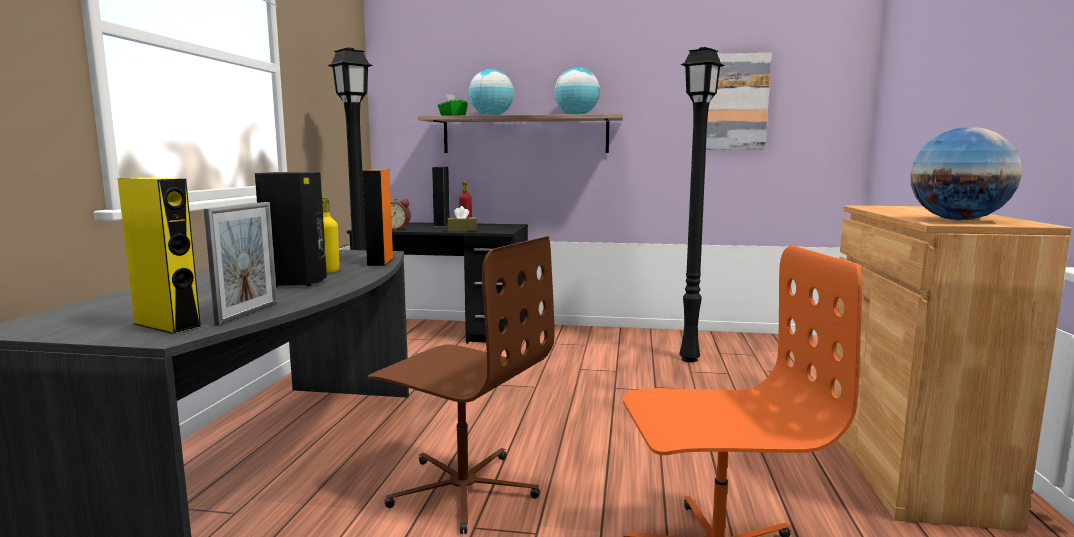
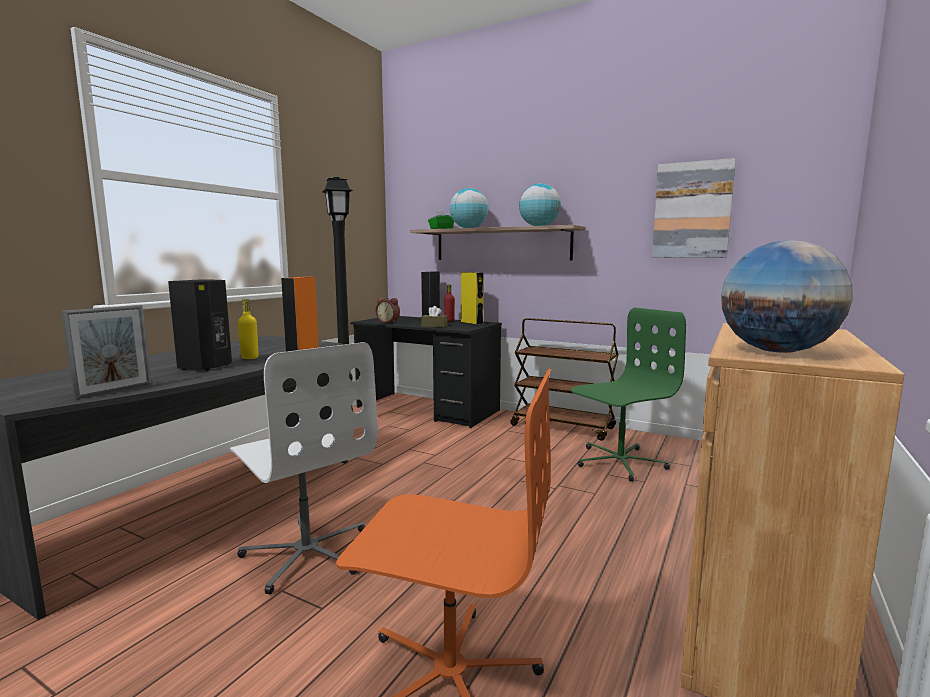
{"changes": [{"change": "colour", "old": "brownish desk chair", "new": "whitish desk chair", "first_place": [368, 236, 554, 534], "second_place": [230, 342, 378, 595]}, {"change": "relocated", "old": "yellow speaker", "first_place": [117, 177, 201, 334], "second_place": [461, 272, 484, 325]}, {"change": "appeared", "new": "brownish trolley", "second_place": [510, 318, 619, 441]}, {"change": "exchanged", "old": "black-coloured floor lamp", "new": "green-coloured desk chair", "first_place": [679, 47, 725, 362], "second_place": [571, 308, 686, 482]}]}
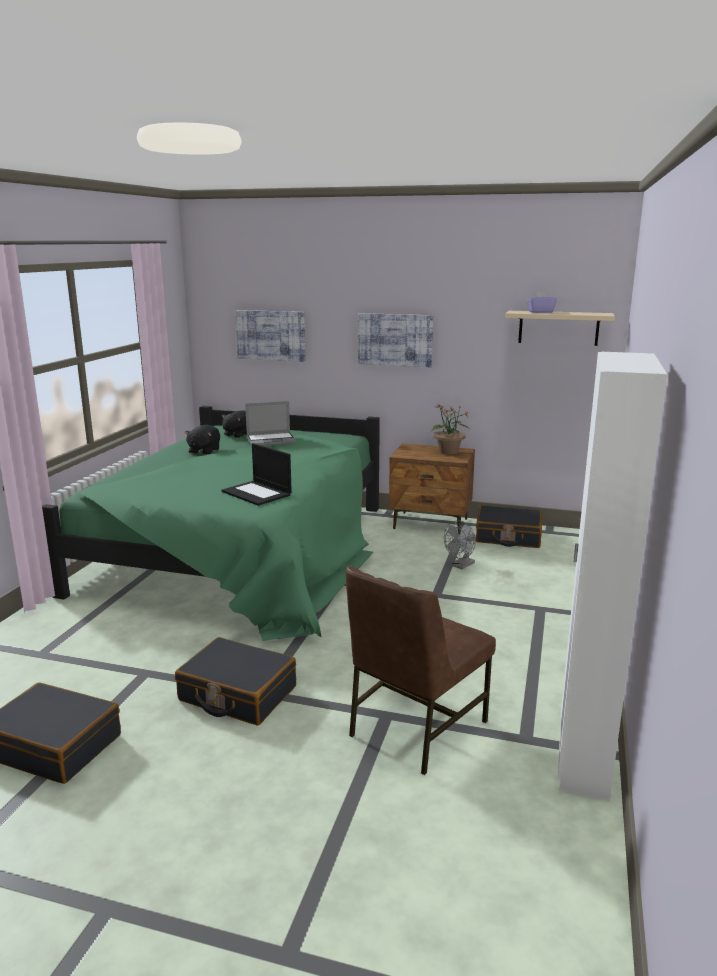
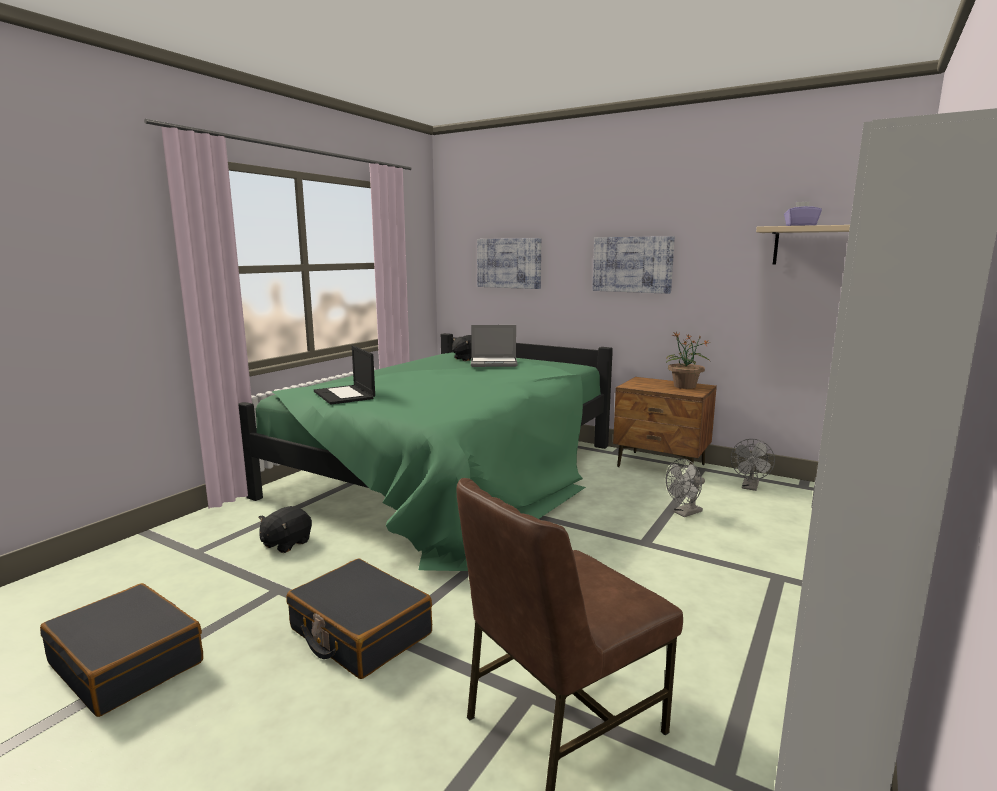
{"changes": [{"change": "relocated", "old": "black-coloured cuddly toy", "first_place": [185, 425, 220, 455], "second_place": [259, 506, 312, 553]}, {"change": "relocated", "old": "portable computer", "first_place": [221, 443, 292, 506], "second_place": [314, 346, 375, 405]}, {"change": "exchanged", "old": "black-coloured suitcase", "new": "gray electric fan", "first_place": [476, 505, 542, 548], "second_place": [731, 439, 775, 491]}]}
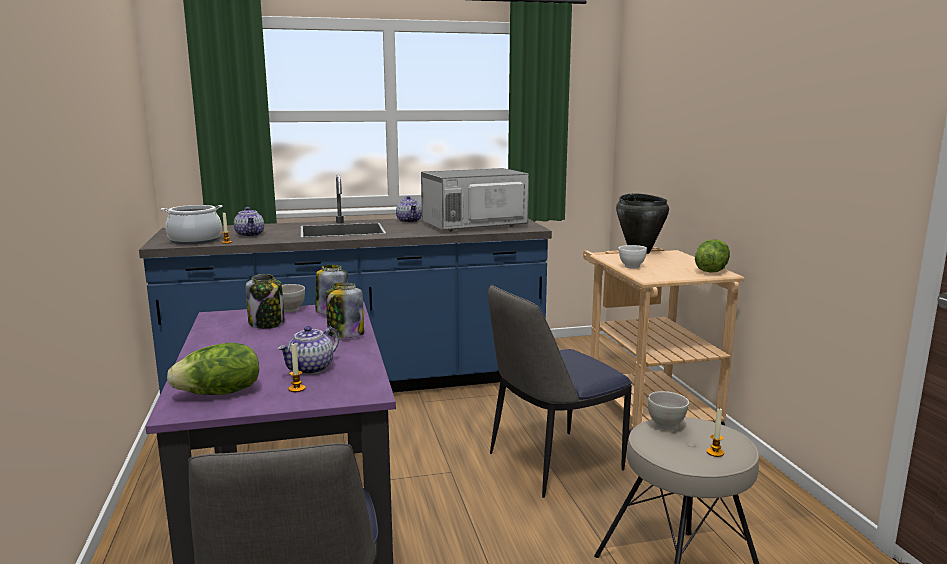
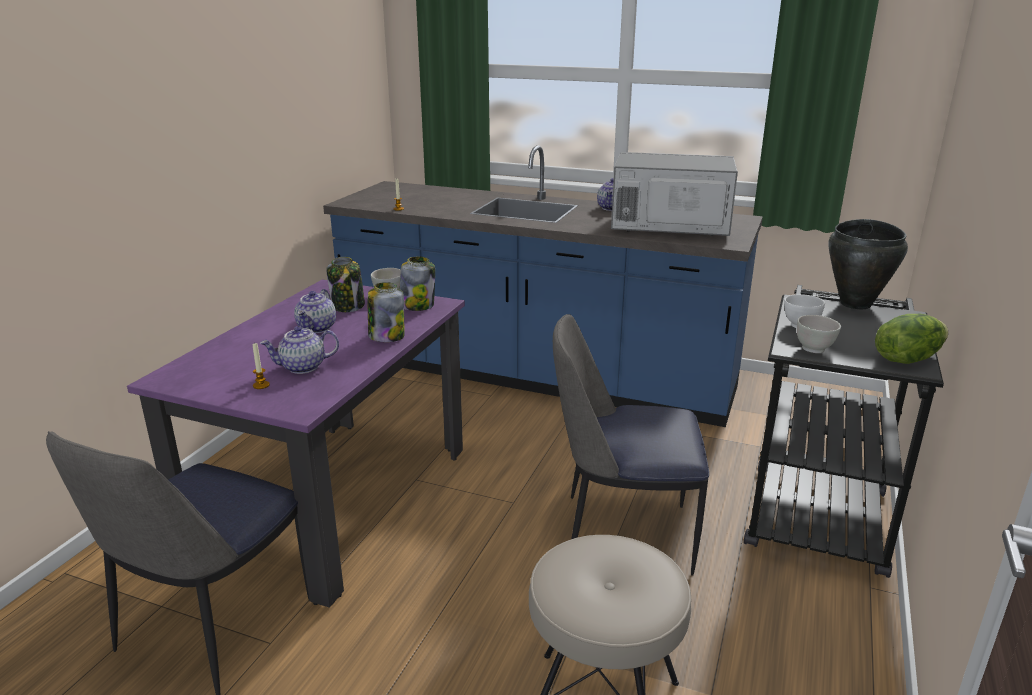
{"changes": [{"change": "relocated", "old": "pot for tea", "first_place": [234, 207, 264, 237], "second_place": [294, 289, 336, 333]}, {"change": "colour", "old": "sand-coloured trolley", "new": "black-coloured trolley", "first_place": [583, 247, 745, 438], "second_place": [744, 285, 944, 578]}, {"change": "relocated", "old": "whitish bowl", "first_place": [648, 391, 689, 430], "second_place": [797, 315, 841, 353]}, {"change": "missing", "old": "stockpot", "first_place": [161, 205, 223, 245]}, {"change": "missing", "old": "lettuce head", "first_place": [167, 343, 259, 395]}, {"change": "missing", "old": "candle", "first_place": [707, 407, 724, 457]}]}
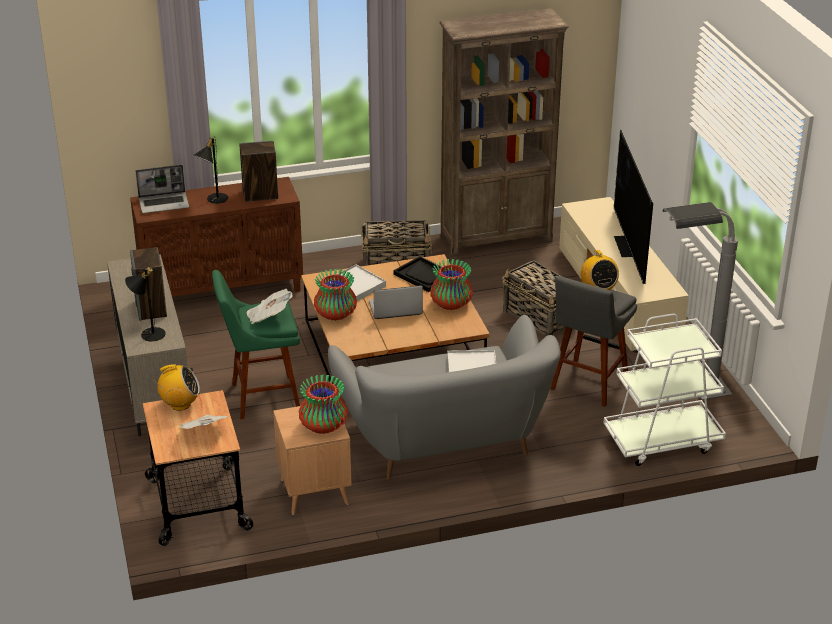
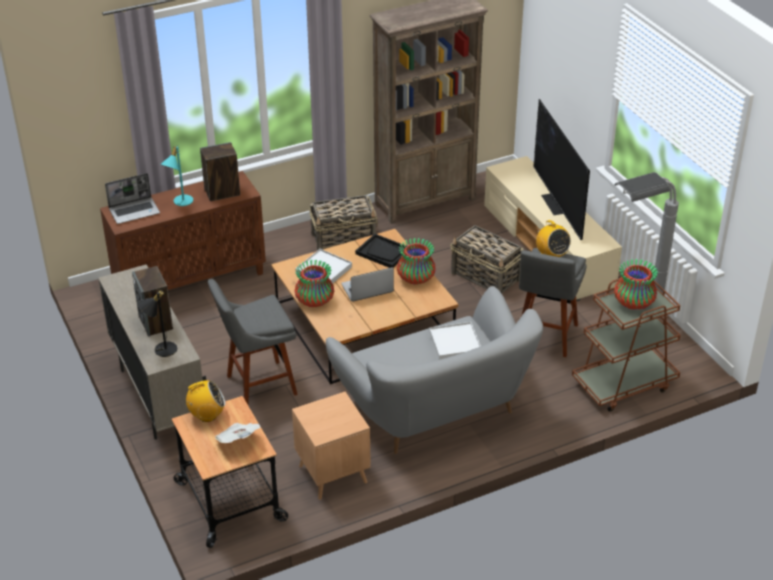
{"changes": [{"change": "colour", "old": "black-coloured tabletop lamp", "new": "turquoise-coloured tabletop lamp", "first_place": [194, 136, 228, 204], "second_place": [160, 145, 193, 206]}, {"change": "colour", "old": "green-coloured sitting stool", "new": "gray sitting stool", "first_place": [212, 270, 300, 419], "second_place": [208, 279, 298, 404]}, {"change": "colour", "old": "whitish trolley", "new": "brownish trolley", "first_place": [604, 314, 726, 466], "second_place": [572, 275, 681, 412]}, {"change": "relocated", "old": "flower vase", "first_place": [299, 374, 348, 434], "second_place": [614, 259, 658, 310]}, {"change": "missing", "old": "daily paper", "first_place": [247, 289, 292, 324]}]}
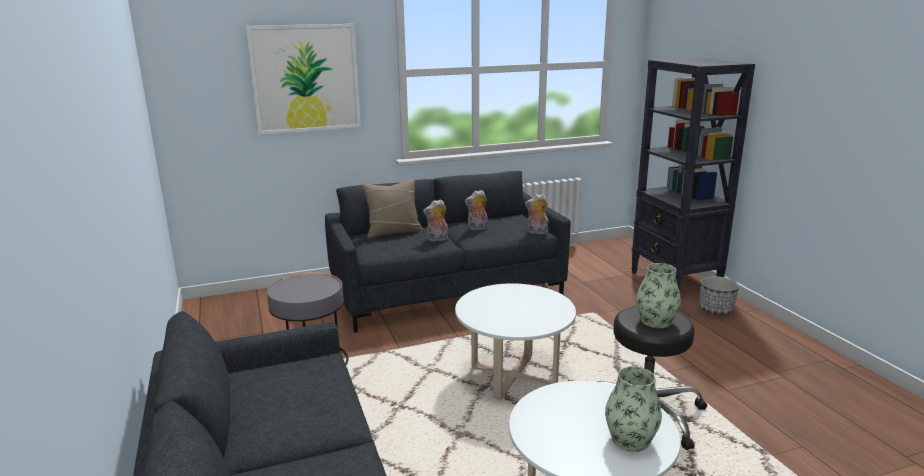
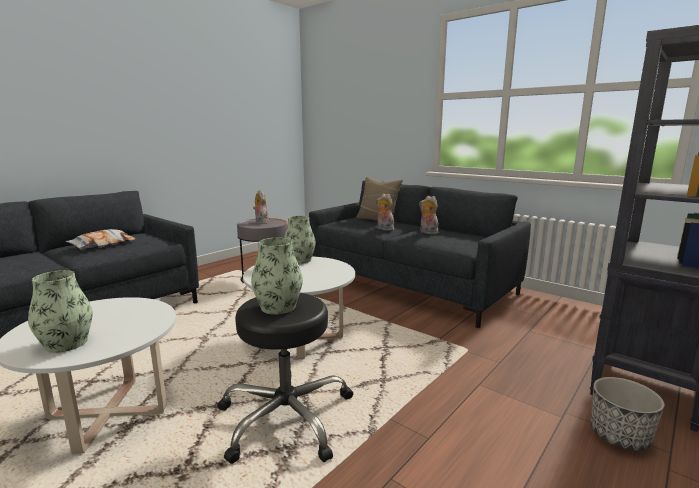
{"changes": [{"change": "appeared", "new": "throw pillow", "second_place": [66, 229, 136, 250]}, {"change": "relocated", "old": "cuddly toy", "first_place": [525, 194, 548, 234], "second_place": [253, 190, 269, 224]}, {"change": "appeared", "new": "flower vase", "second_place": [284, 216, 316, 264]}, {"change": "missing", "old": "picture", "first_place": [246, 24, 361, 134]}]}
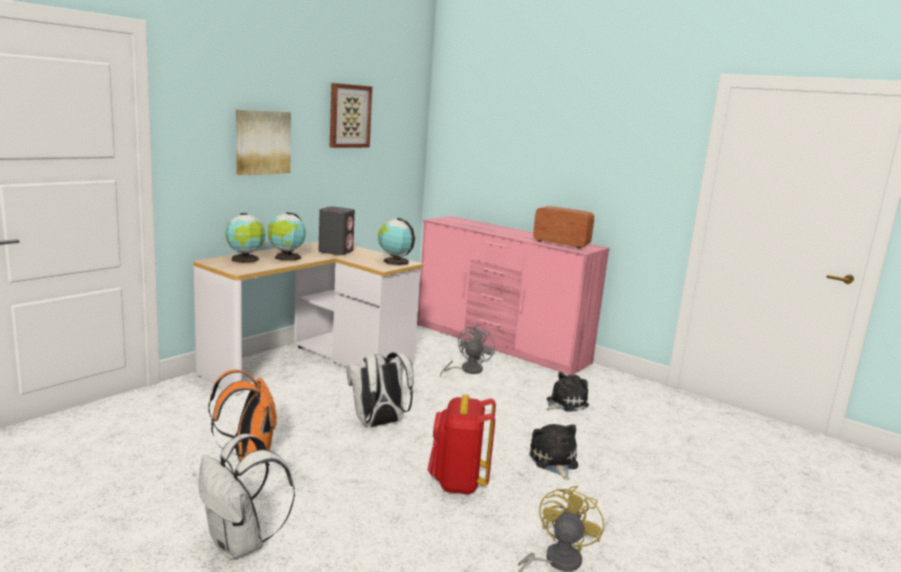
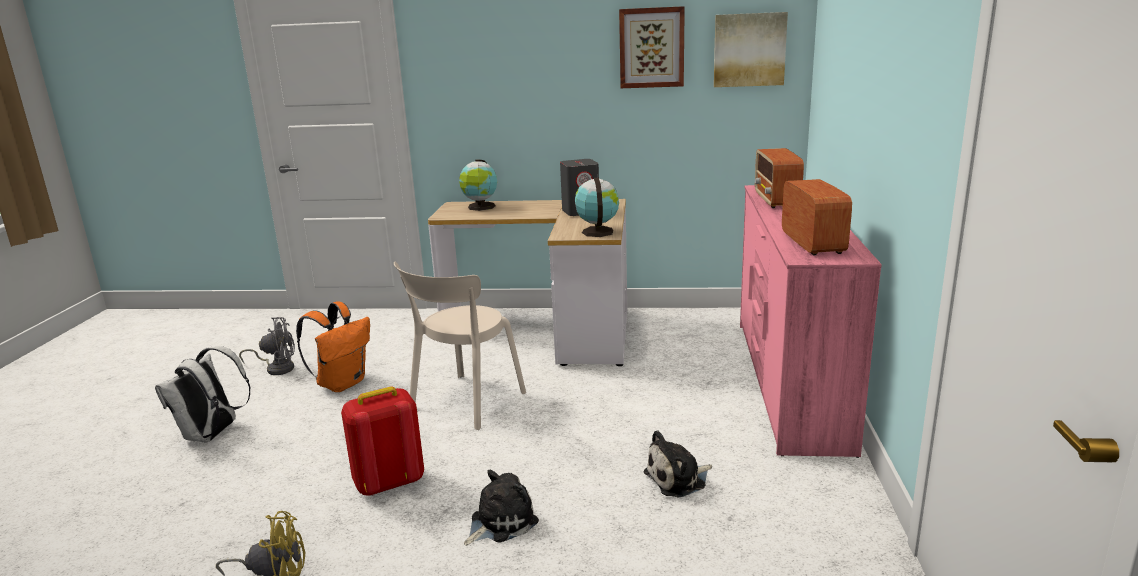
{"changes": [{"change": "relocated", "old": "gray electric fan", "first_place": [440, 325, 495, 377], "second_place": [239, 317, 295, 375]}, {"change": "exchanged", "old": "whitish knapsack", "new": "sand-coloured plain chair", "first_place": [347, 352, 414, 427], "second_place": [394, 262, 526, 430]}, {"change": "spun", "old": "cuddly toy", "first_place": [546, 372, 589, 412], "second_place": [643, 430, 712, 498], "degrees": 135}, {"change": "relocated", "old": "picture", "first_place": [236, 109, 291, 175], "second_place": [714, 12, 788, 87]}, {"change": "appeared", "new": "radio receiver", "second_place": [755, 148, 804, 208]}, {"change": "missing", "old": "world globe", "first_place": [267, 212, 306, 261]}]}
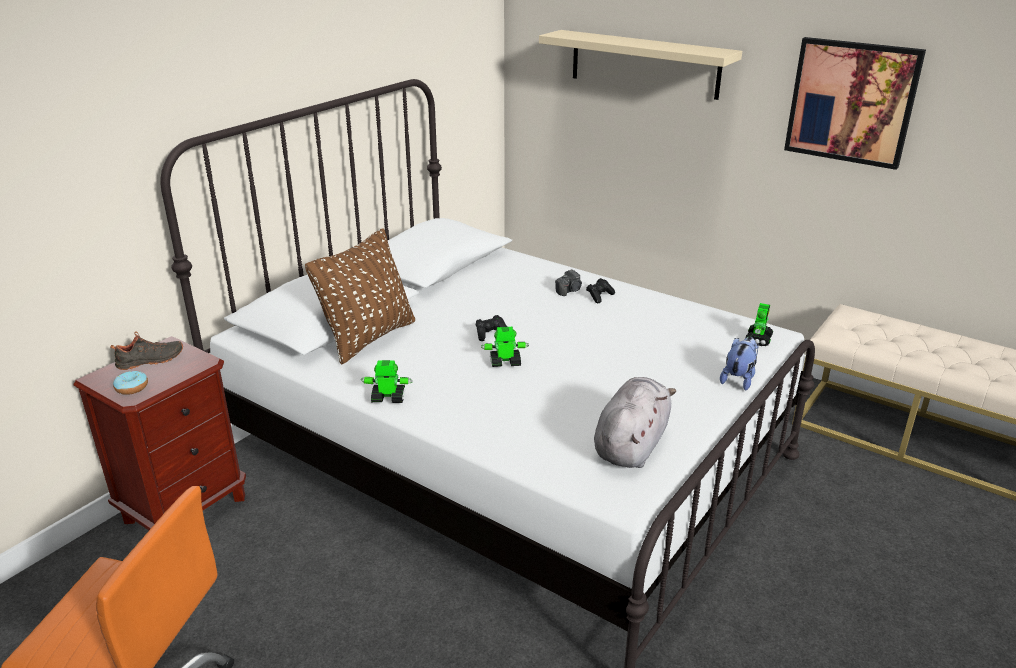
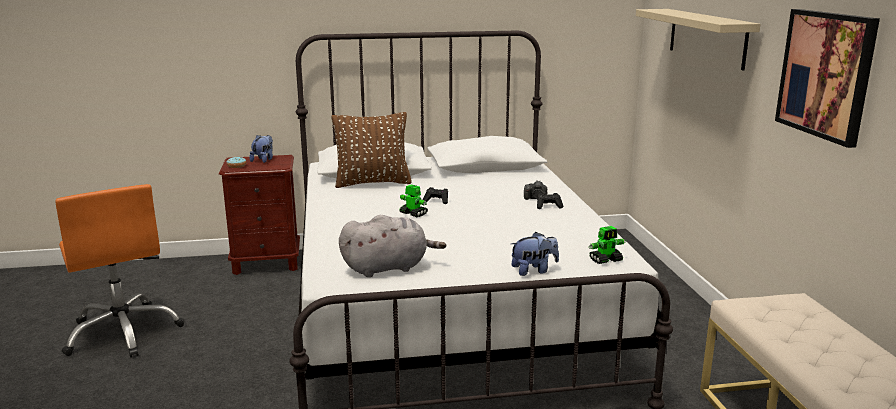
{"changes": [{"change": "exchanged", "old": "black-coloured low shoe", "new": "cuddly toy", "first_place": [110, 332, 183, 370], "second_place": [249, 135, 273, 163]}, {"change": "missing", "old": "toy robot", "first_place": [361, 360, 413, 403]}]}
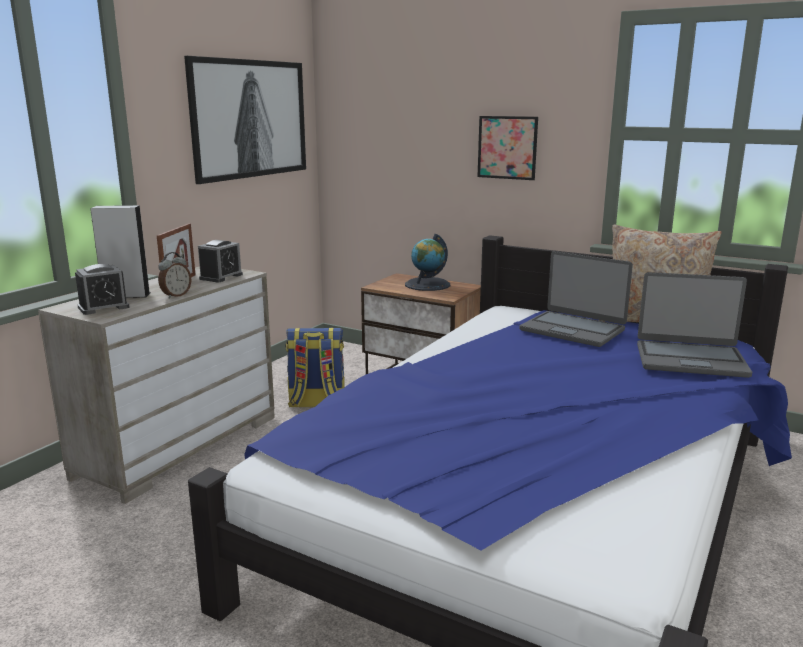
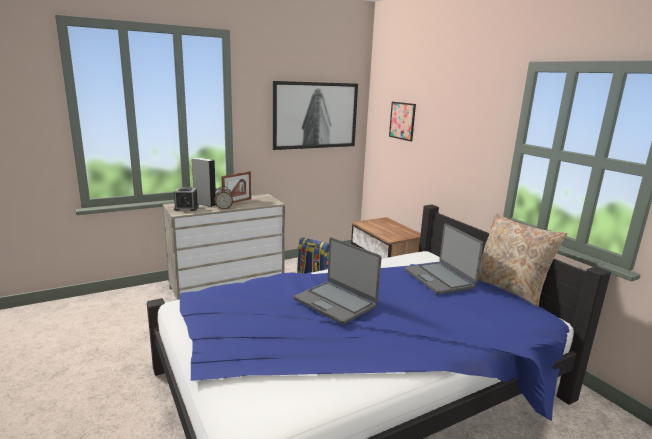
{"changes": [{"change": "relocated", "old": "portable computer", "first_place": [637, 272, 752, 378], "second_place": [294, 237, 382, 325]}, {"change": "relocated", "old": "picture", "first_place": [477, 116, 538, 180], "second_place": [389, 102, 416, 141]}, {"change": "missing", "old": "bedside clock", "first_place": [198, 240, 243, 282]}, {"change": "missing", "old": "world globe", "first_place": [405, 234, 450, 291]}]}
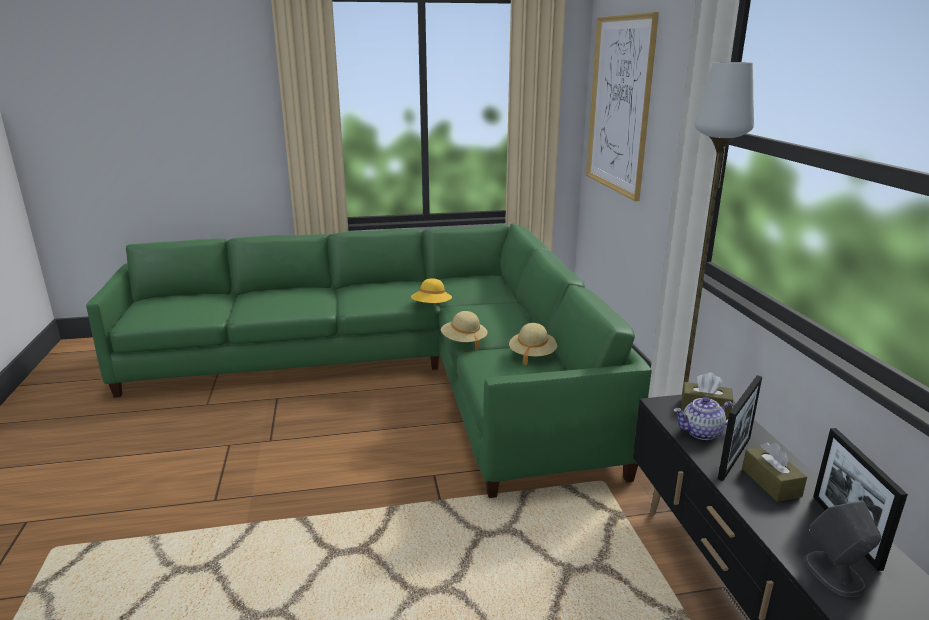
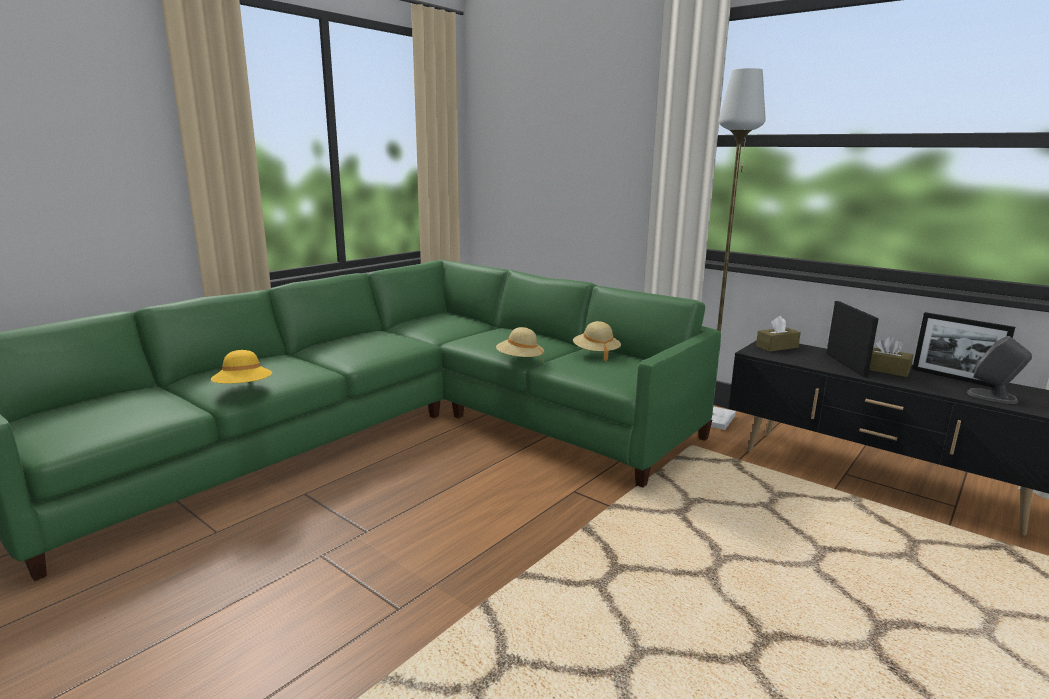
{"changes": [{"change": "relocated", "old": "yellow wearable hat", "first_place": [411, 278, 452, 303], "second_place": [211, 350, 272, 384]}, {"change": "missing", "old": "picture", "first_place": [586, 12, 659, 201]}, {"change": "missing", "old": "pot for tea", "first_place": [674, 397, 735, 440]}]}
